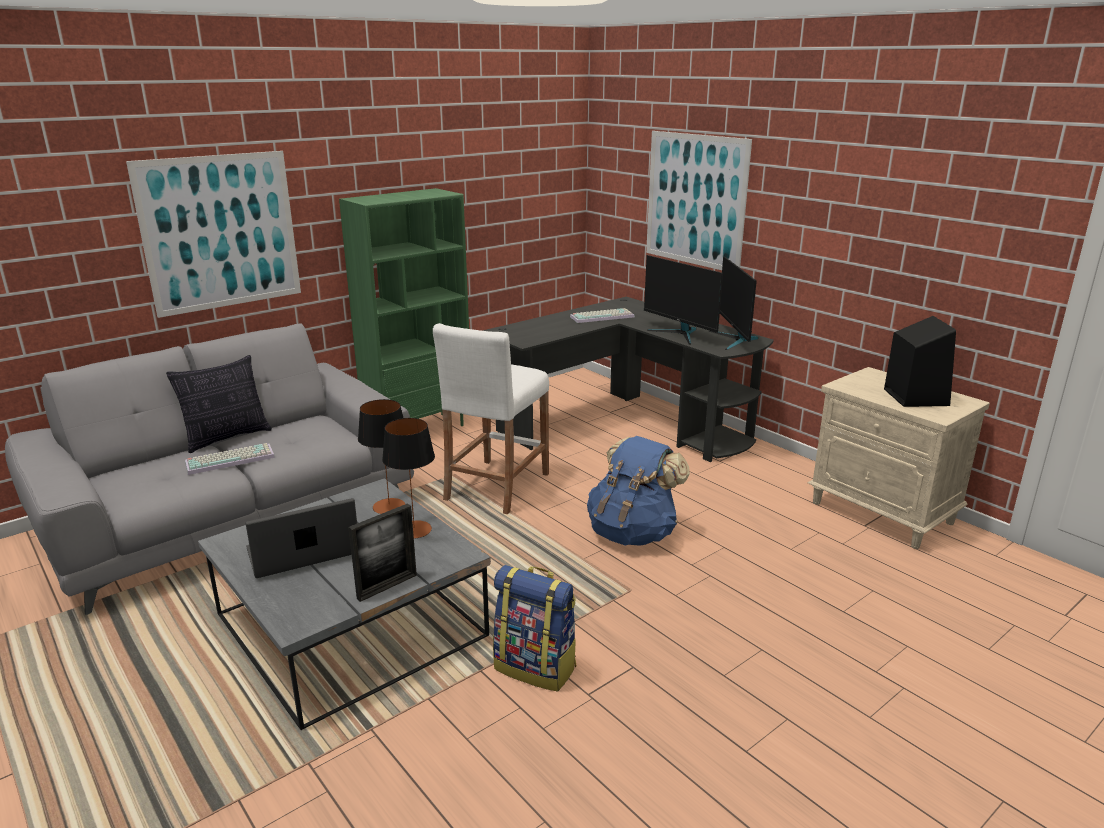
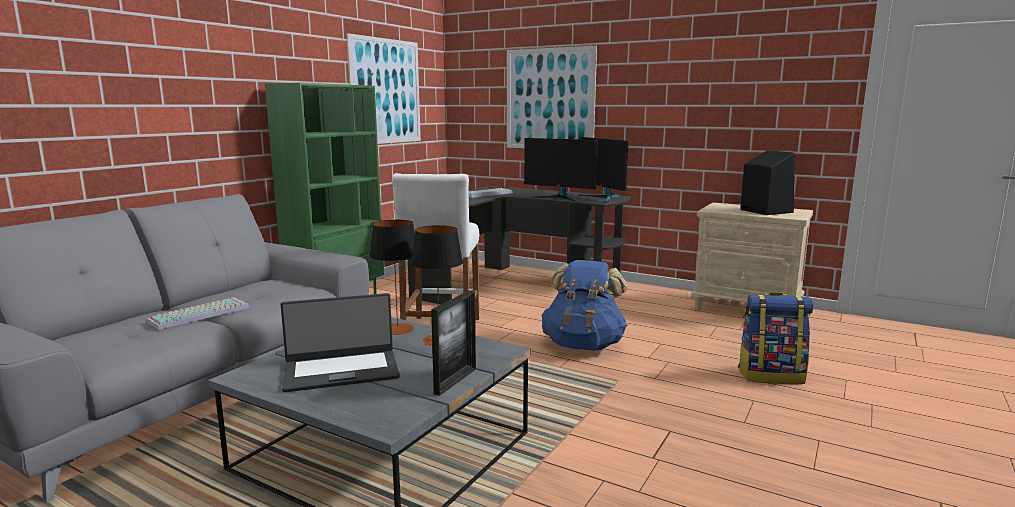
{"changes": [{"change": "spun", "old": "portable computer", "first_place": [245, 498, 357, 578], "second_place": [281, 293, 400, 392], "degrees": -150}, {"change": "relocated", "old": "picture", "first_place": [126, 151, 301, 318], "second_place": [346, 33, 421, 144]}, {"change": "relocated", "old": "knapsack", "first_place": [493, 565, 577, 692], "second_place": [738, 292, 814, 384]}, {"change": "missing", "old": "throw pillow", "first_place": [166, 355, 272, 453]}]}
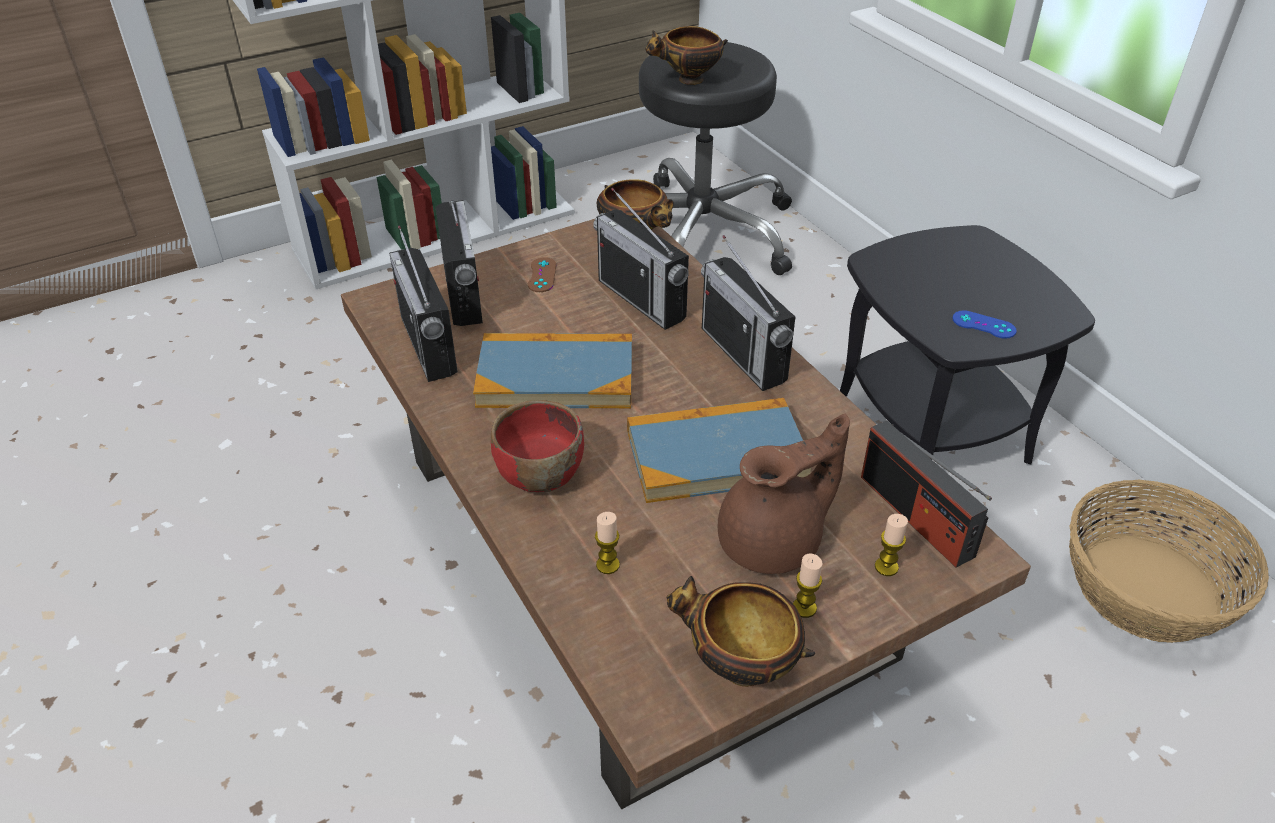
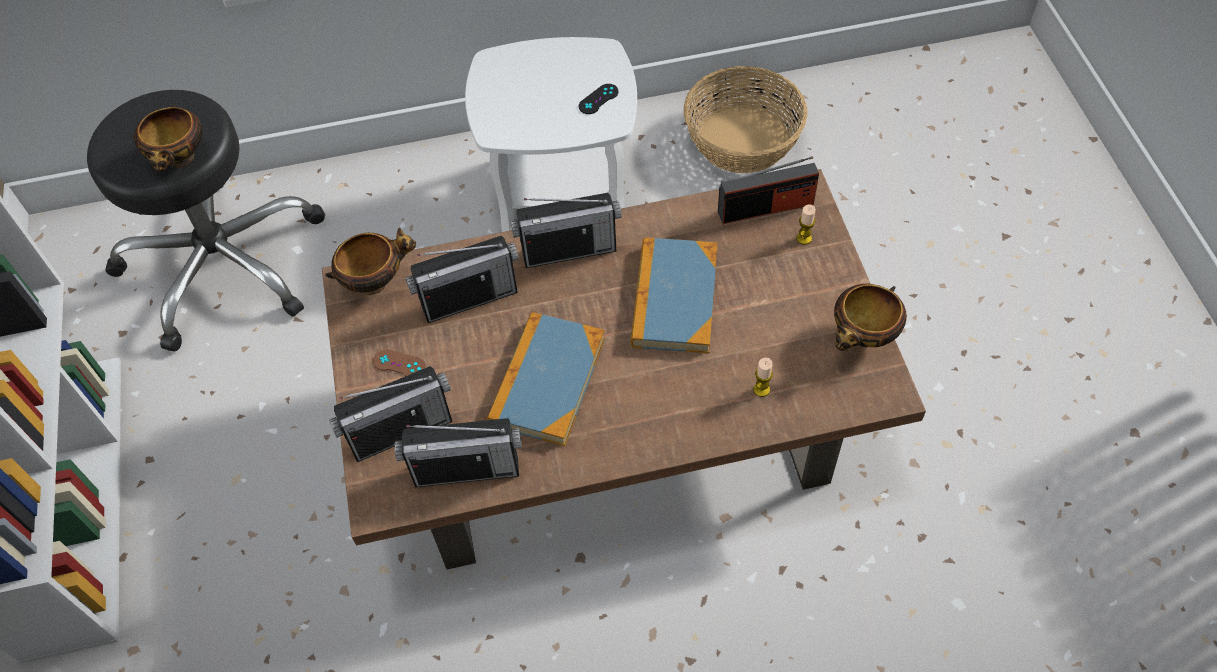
{"changes": [{"change": "spun", "old": "radio receiver", "first_place": [436, 200, 483, 326], "second_place": [329, 366, 453, 462], "degrees": 150}, {"change": "colour", "old": "black-coloured side table", "new": "whitish side table", "first_place": [840, 225, 1095, 464], "second_place": [465, 37, 637, 232]}, {"change": "colour", "old": "blue joypad", "new": "black-coloured joypad", "first_place": [952, 310, 1017, 339], "second_place": [579, 84, 619, 114]}, {"change": "missing", "old": "red bowl", "first_place": [491, 400, 584, 492]}, {"change": "missing", "old": "brownish pot for tea", "first_place": [718, 414, 850, 574]}, {"change": "missing", "old": "candle", "first_place": [793, 553, 822, 618]}]}
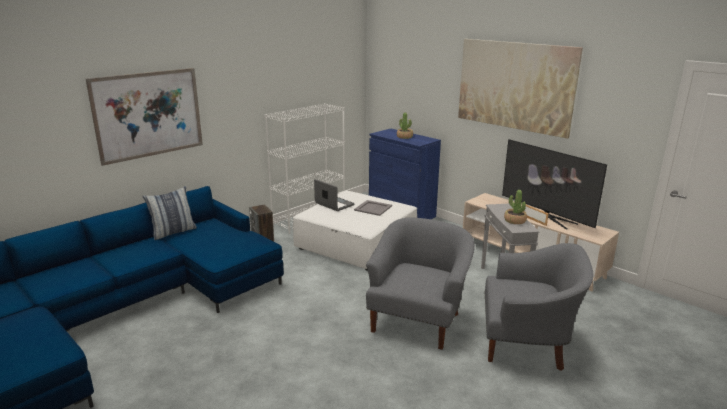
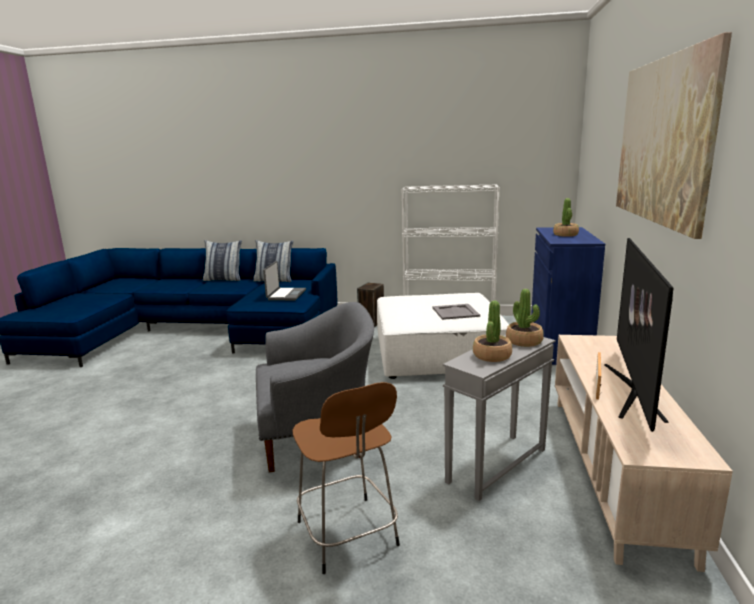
{"changes": [{"change": "appeared", "new": "throw pillow", "second_place": [203, 240, 242, 281]}, {"change": "relocated", "old": "portable computer", "first_place": [314, 179, 354, 211], "second_place": [263, 261, 306, 301]}, {"change": "exchanged", "old": "gray armchair", "new": "brownish sitting stool", "first_place": [484, 243, 593, 371], "second_place": [293, 382, 400, 574]}, {"change": "appeared", "new": "houseplant", "second_place": [506, 289, 544, 347]}, {"change": "missing", "old": "picture", "first_place": [86, 68, 203, 166]}]}
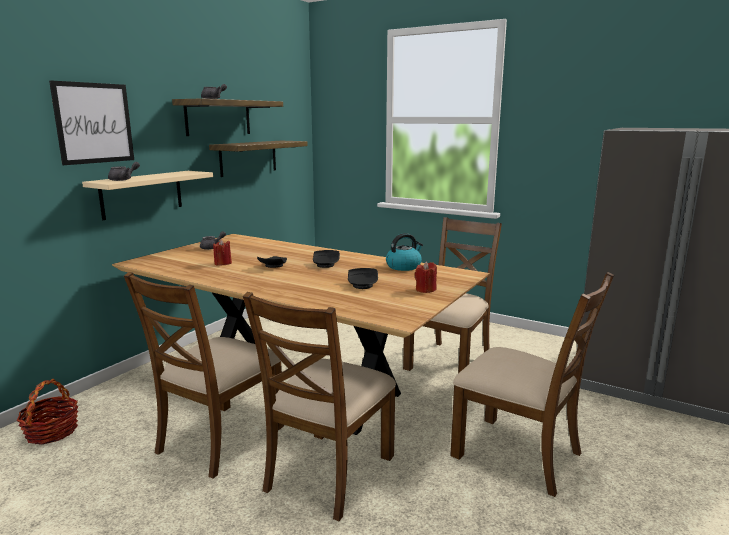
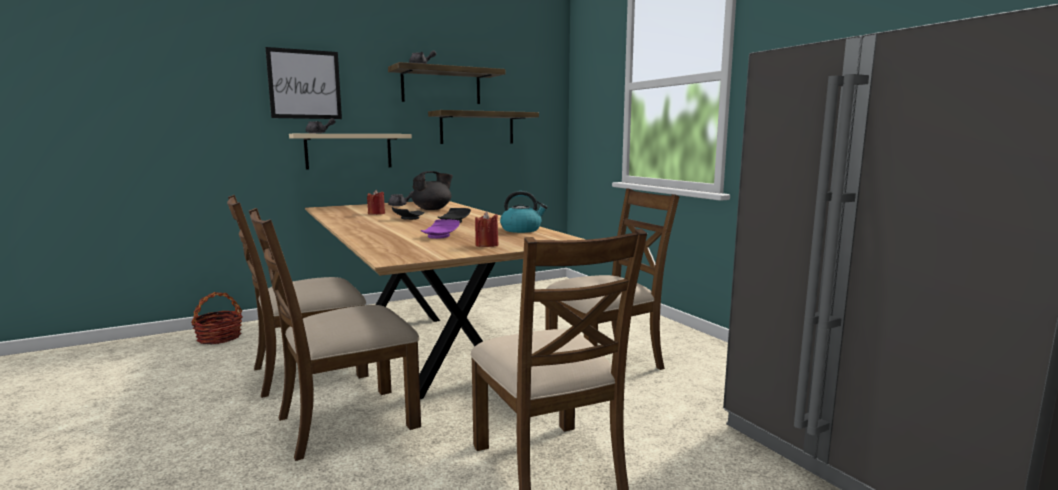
{"changes": [{"change": "appeared", "new": "black-coloured pot for tea", "second_place": [412, 171, 453, 210]}, {"change": "colour", "old": "black-coloured flat dish", "new": "purple-coloured flat dish", "first_place": [348, 268, 378, 289], "second_place": [421, 219, 460, 239]}]}
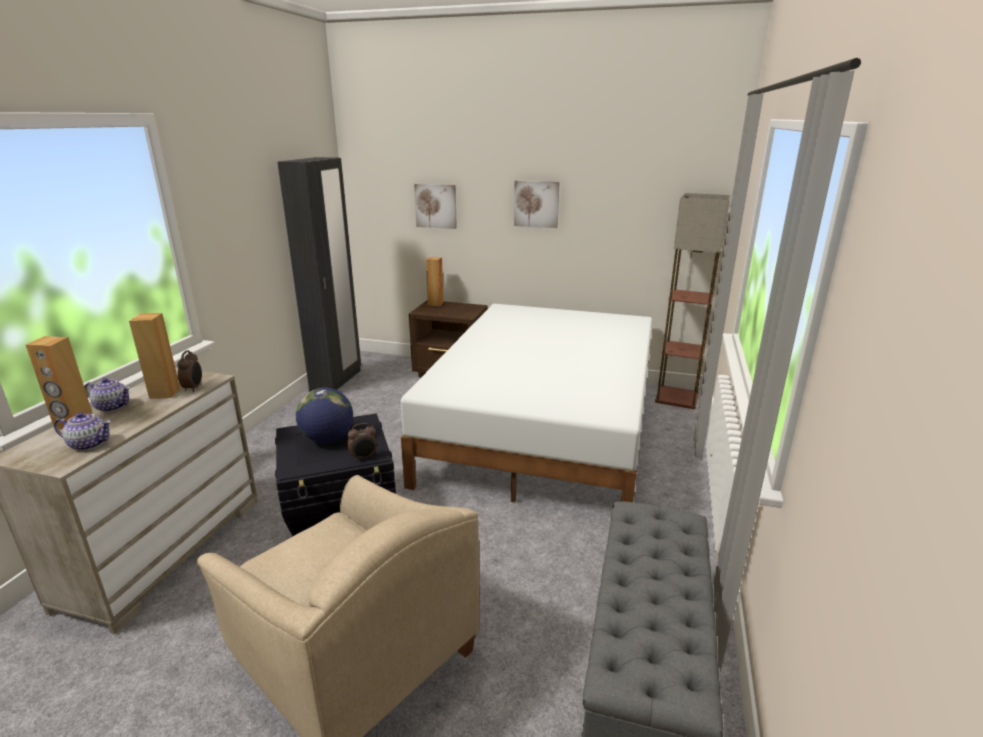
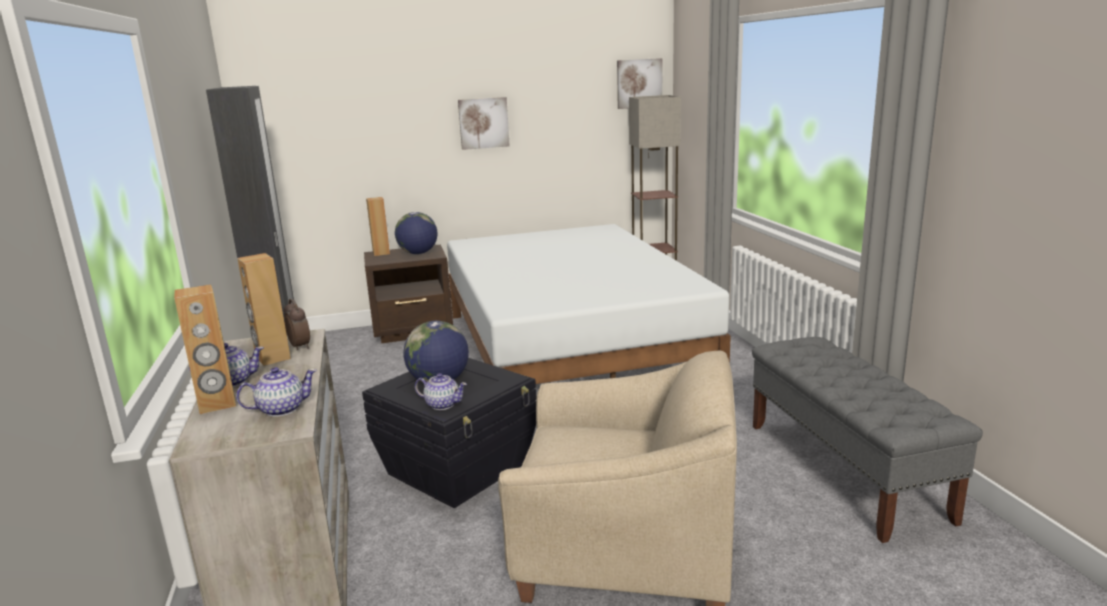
{"changes": [{"change": "appeared", "new": "world globe", "second_place": [395, 212, 437, 254]}, {"change": "appeared", "new": "pot for tea", "second_place": [415, 373, 467, 410]}, {"change": "relocated", "old": "picture", "first_place": [414, 183, 457, 229], "second_place": [617, 58, 662, 109]}, {"change": "missing", "old": "bedside clock", "first_place": [347, 423, 377, 461]}]}
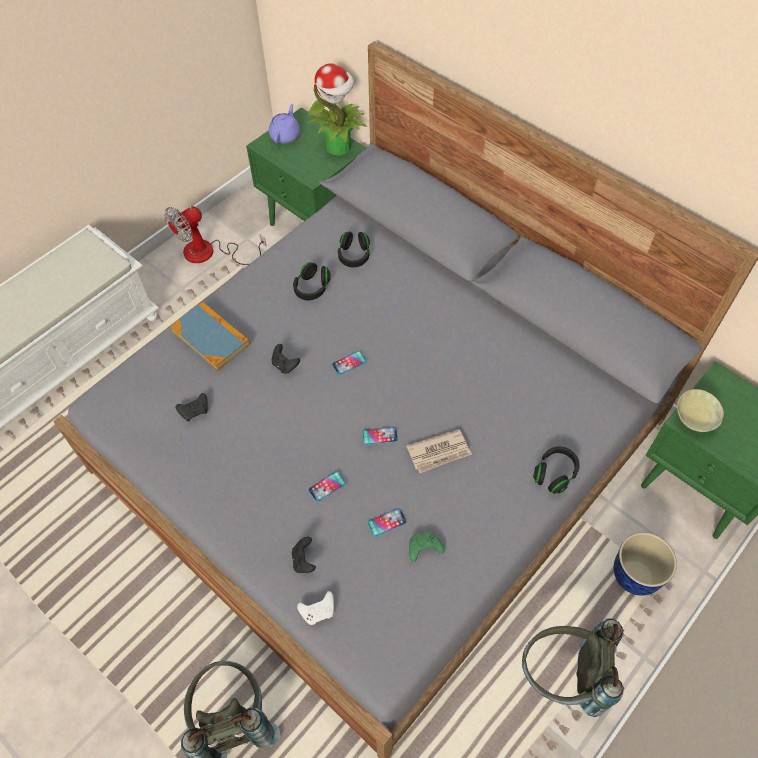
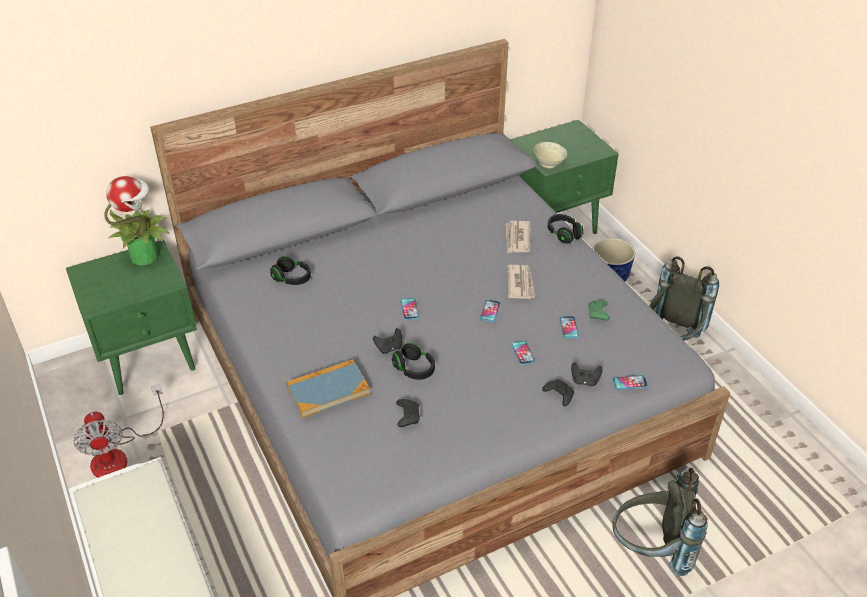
{"changes": [{"change": "relocated", "old": "black-coloured headset", "first_place": [293, 262, 330, 300], "second_place": [392, 343, 435, 380]}, {"change": "appeared", "new": "daily paper", "second_place": [506, 221, 531, 253]}, {"change": "appeared", "new": "black-coloured joypad", "second_place": [542, 379, 574, 406]}, {"change": "exchanged", "old": "whitish joypad", "new": "telephone", "first_place": [297, 591, 334, 625], "second_place": [613, 375, 648, 390]}, {"change": "missing", "old": "purple-coloured pot for tea", "first_place": [269, 104, 300, 144]}]}
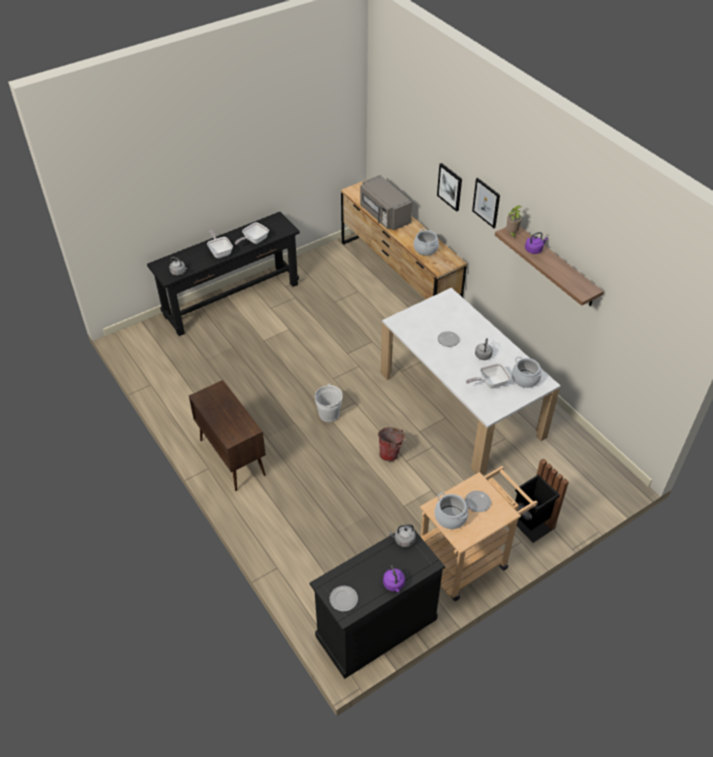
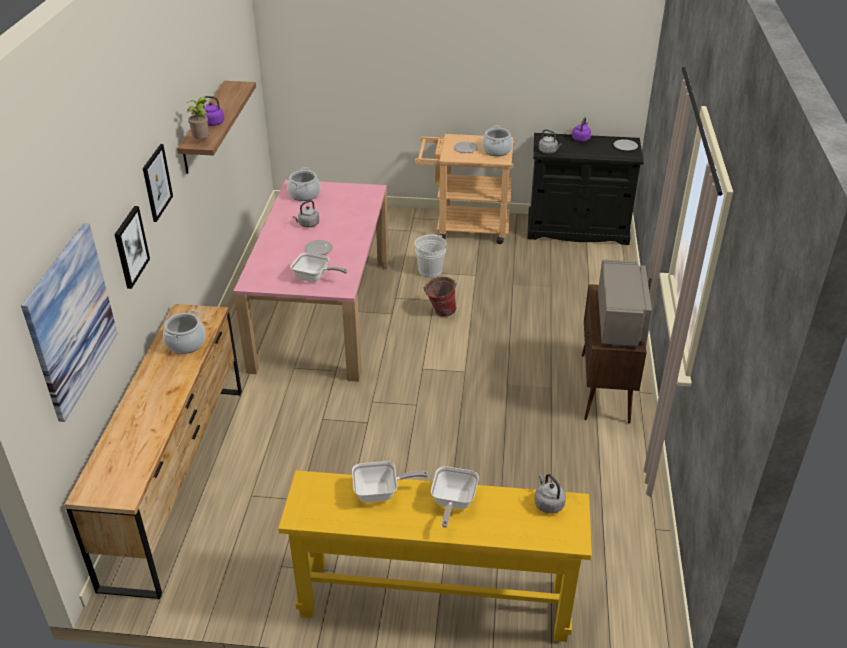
{"changes": [{"change": "appeared", "new": "picture", "second_place": [21, 223, 118, 422]}, {"change": "colour", "old": "whitish kitchen table", "new": "pinkish kitchen table", "first_place": [381, 288, 560, 475], "second_place": [234, 180, 389, 382]}, {"change": "colour", "old": "black-coloured hall table", "new": "yellow hall table", "first_place": [147, 212, 300, 336], "second_place": [278, 470, 592, 642]}, {"change": "relocated", "old": "frying pan", "first_place": [466, 363, 511, 388], "second_place": [290, 253, 348, 282]}, {"change": "relocated", "old": "whitish pail", "first_place": [315, 384, 343, 422], "second_place": [415, 234, 446, 278]}, {"change": "relocated", "old": "gray microwave", "first_place": [360, 175, 412, 230], "second_place": [598, 259, 652, 347]}, {"change": "missing", "old": "black-coloured rubbish bin", "first_place": [515, 458, 569, 543]}]}
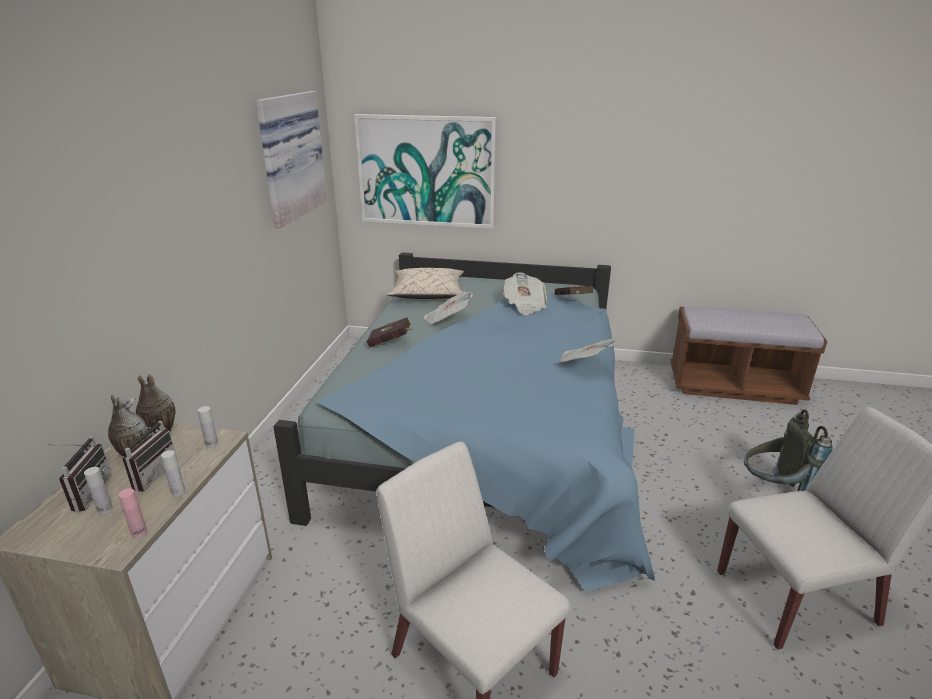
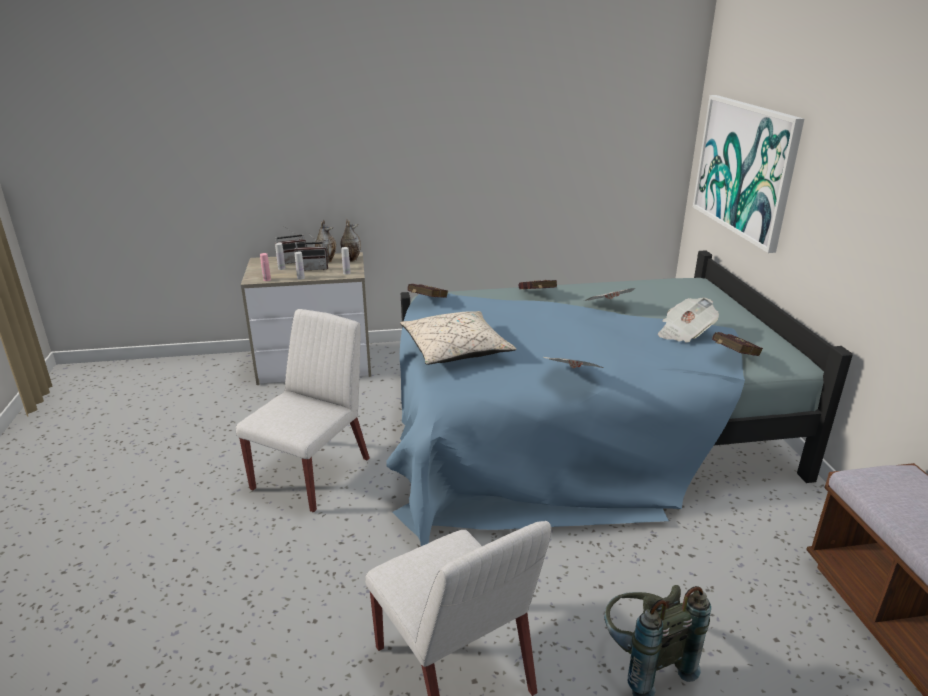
{"changes": [{"change": "relocated", "old": "sand-coloured throw pillow", "first_place": [387, 268, 464, 299], "second_place": [400, 311, 517, 365]}, {"change": "appeared", "new": "red book", "second_place": [407, 284, 448, 298]}, {"change": "missing", "old": "picture", "first_place": [256, 91, 327, 228]}]}
